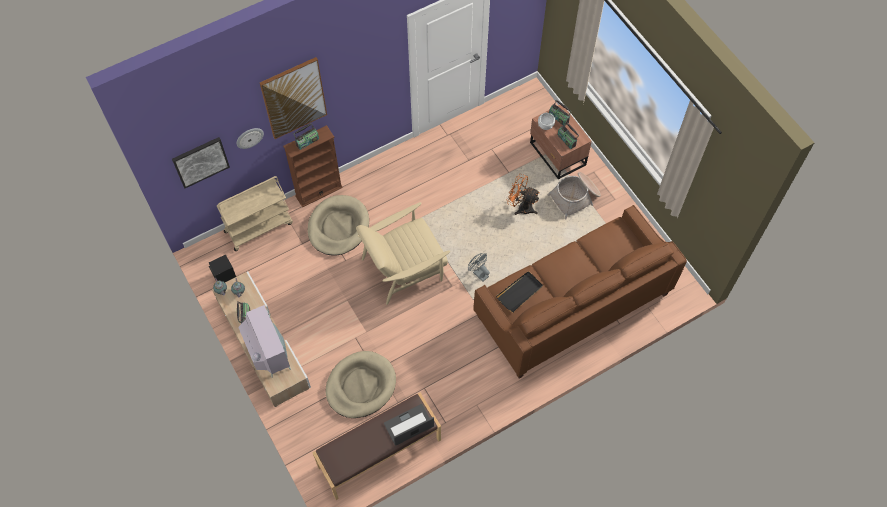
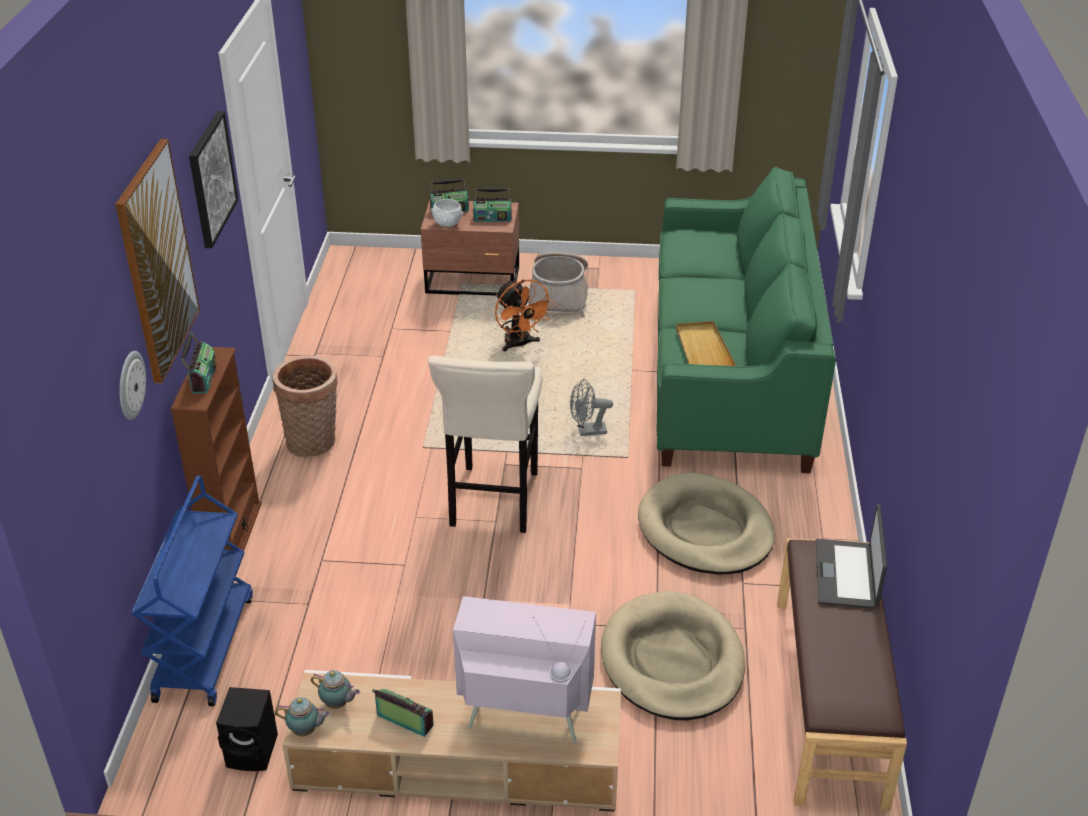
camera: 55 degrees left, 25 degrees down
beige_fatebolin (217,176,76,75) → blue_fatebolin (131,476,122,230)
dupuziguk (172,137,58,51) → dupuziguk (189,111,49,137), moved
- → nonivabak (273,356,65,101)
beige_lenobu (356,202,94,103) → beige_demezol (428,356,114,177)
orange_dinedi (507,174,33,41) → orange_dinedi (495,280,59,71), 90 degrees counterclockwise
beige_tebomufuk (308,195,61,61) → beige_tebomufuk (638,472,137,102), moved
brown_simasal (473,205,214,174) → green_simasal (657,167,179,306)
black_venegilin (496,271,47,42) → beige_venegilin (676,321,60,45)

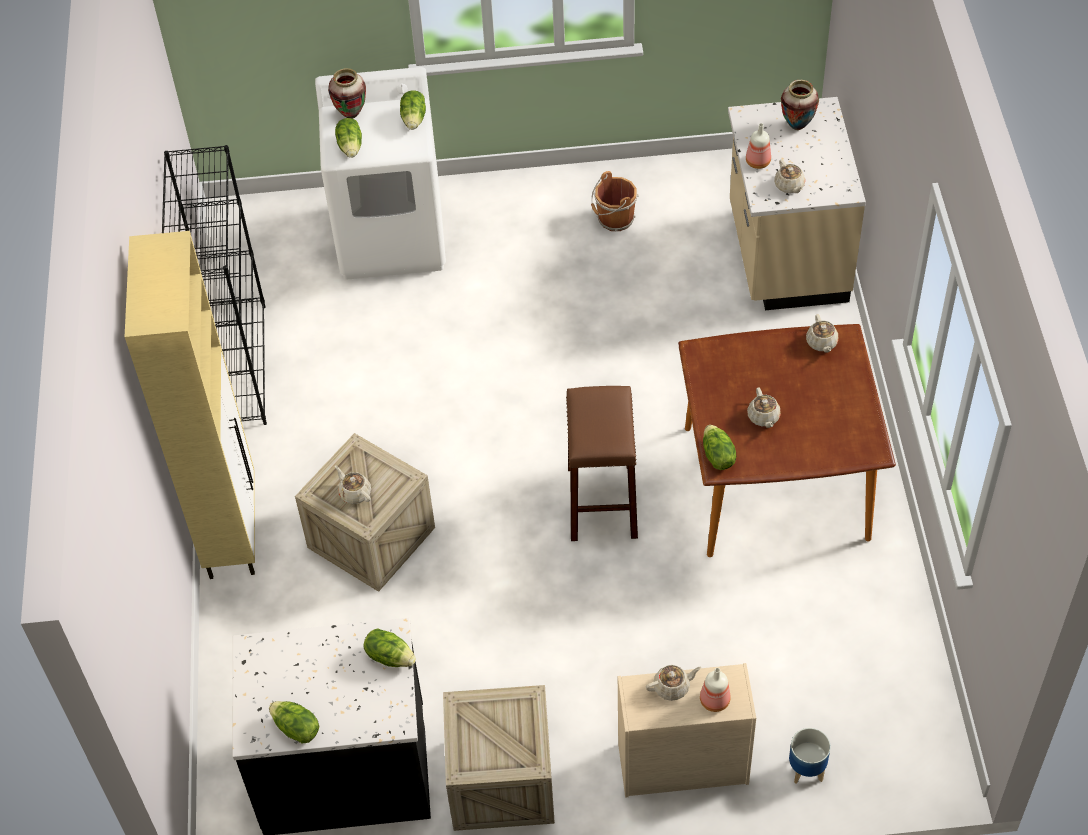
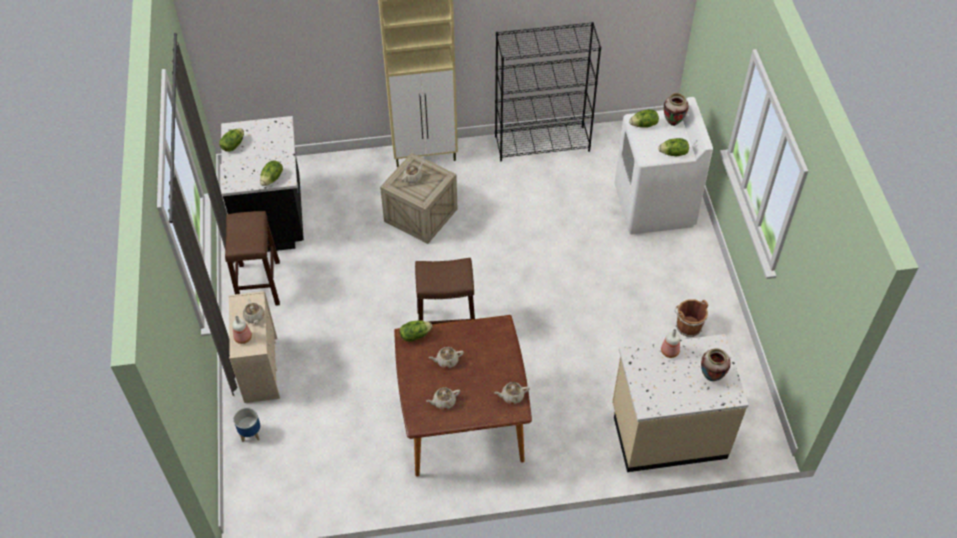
camera: 85 degrees right, 0 degrees up
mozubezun (443,685,112,146) → brown_demezol (225,211,55,95)
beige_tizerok (774,159,31,34) → beige_tizerok (426,387,34,23), moved

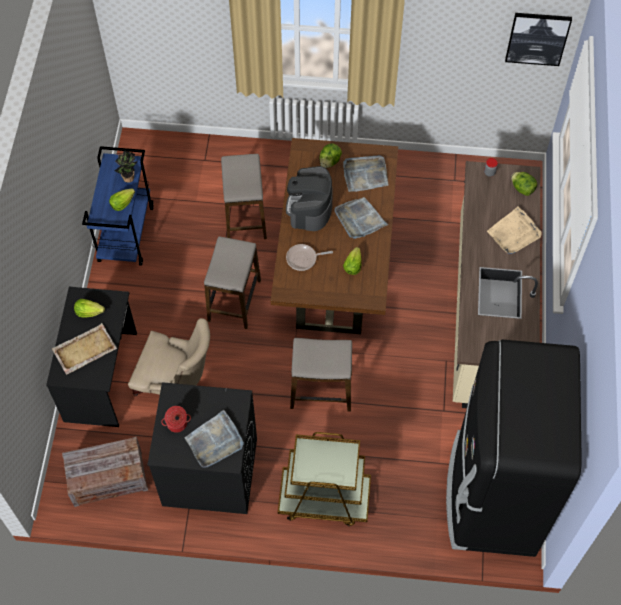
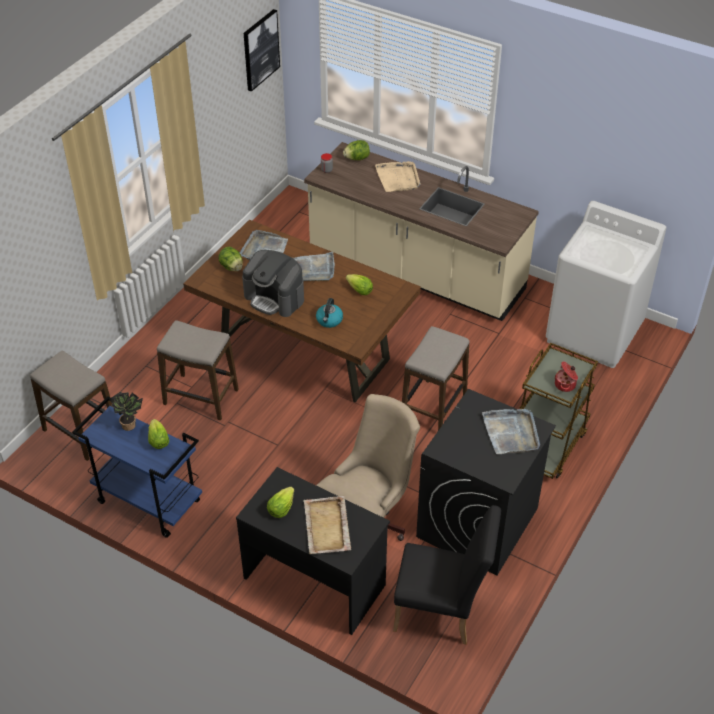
camera: 65 degrees left, 15 degrees down
demezol (204,236,57,93) → demezol (30,351,82,110), moved
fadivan (286,244,47,27) → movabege (316,298,27,30)
mozubezun (62,437,86,70) → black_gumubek (393,505,108,140)
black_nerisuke (446,340,136,217) → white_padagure (546,201,121,167)
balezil (161,406,30,27) → balezil (554,361,24,31), moved

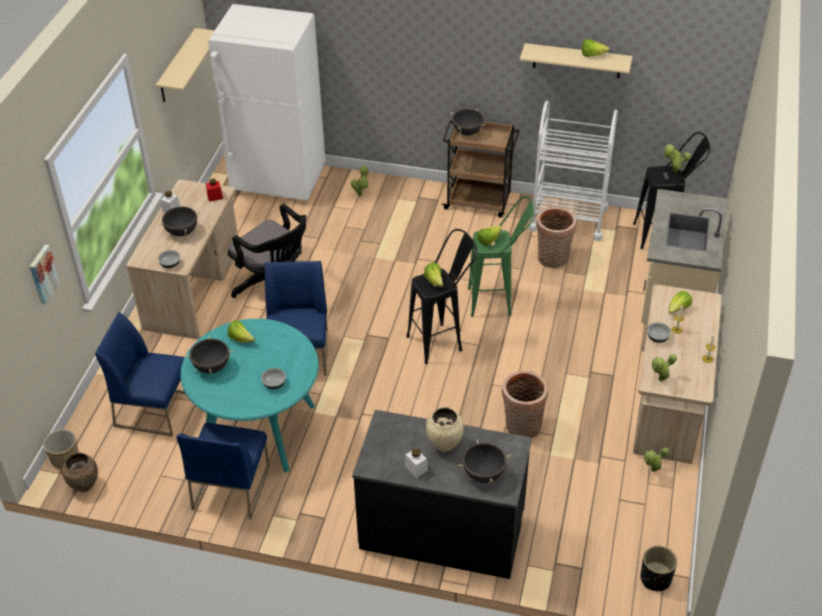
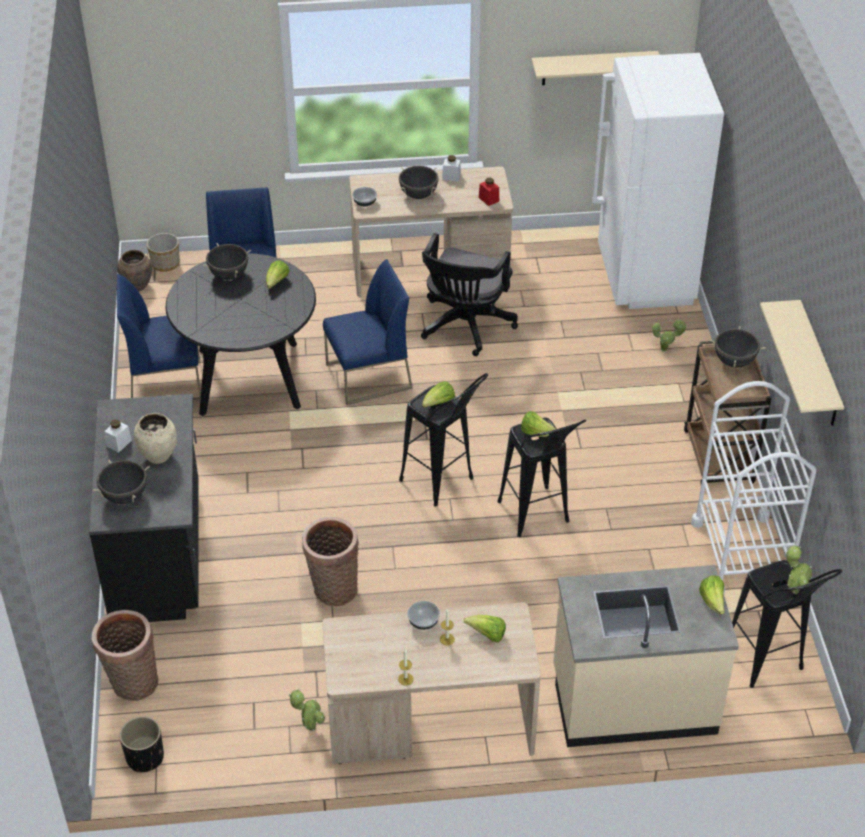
camera: 70 degrees right, 0 degrees up
nonivabak (536,207,40,61) → nonivabak (92,610,66,91), moved
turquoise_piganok (181,319,138,153) → black_piganok (166,253,150,163)
green_demezol (468,196,66,121) → black_demezol (497,418,89,119)
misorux (582,39,28,18) → misorux (699,576,25,38), moved
dupuziguk (30,245,30,59) → -
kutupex (261,368,25,21) → -
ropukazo (652,354,25,27) → -

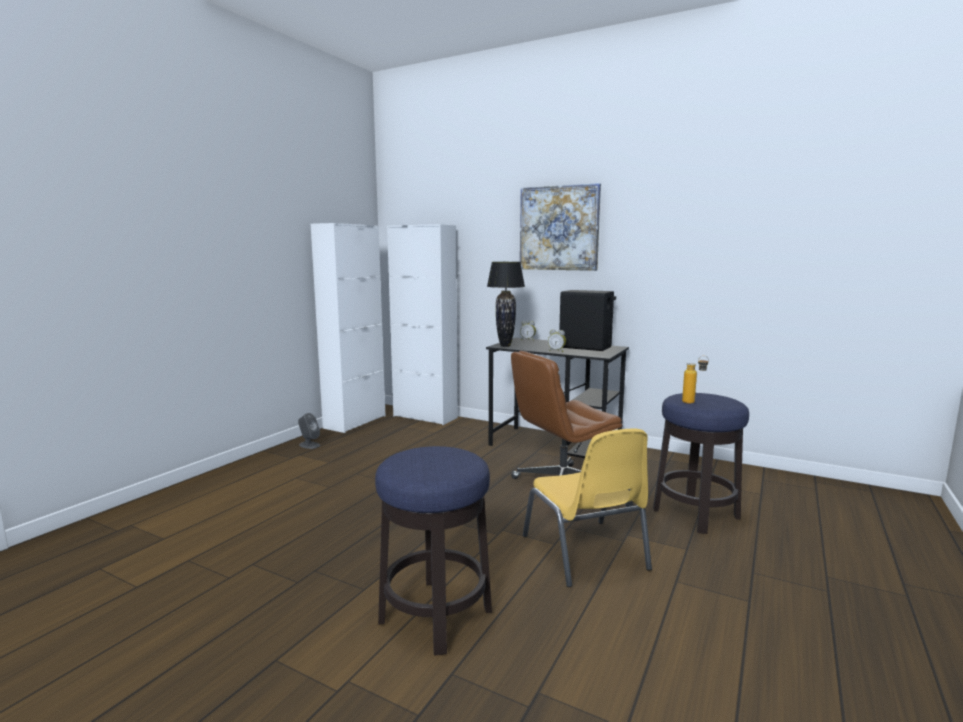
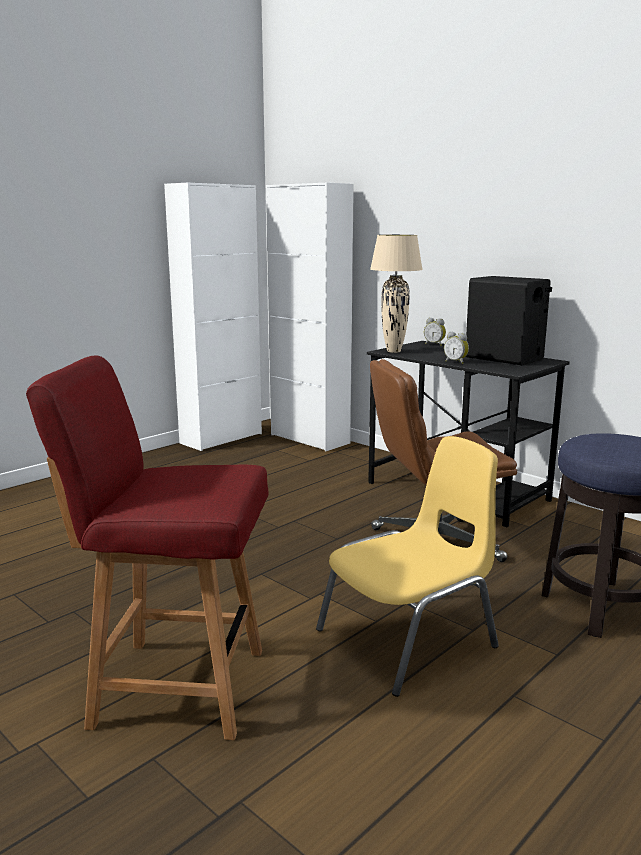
camera: 15 degrees right, 5 degrees up
demezol (375,446,117,210) → red_gumubek (26,355,243,385)
yellow_gumubek (523,428,129,159) → yellow_gumubek (316,436,183,261), 120 degrees counterclockwise
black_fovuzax (487,262,38,85) → beige_fovuzax (370,235,53,118)
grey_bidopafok (298,413,22,36) → -
dupuziguk (520,183,81,88) → -
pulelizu (682,356,27,48) → -

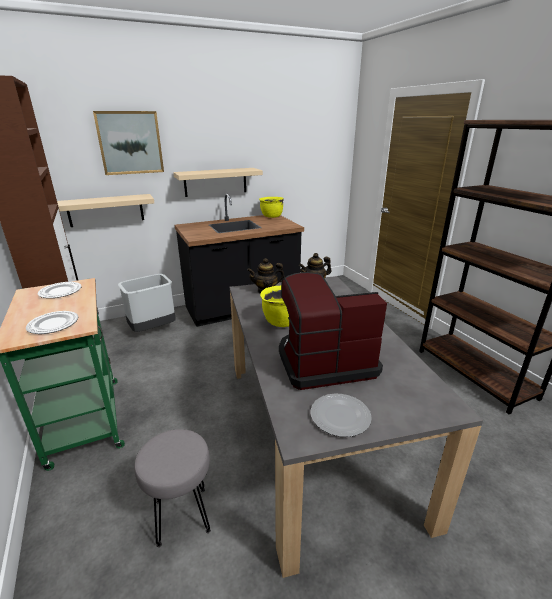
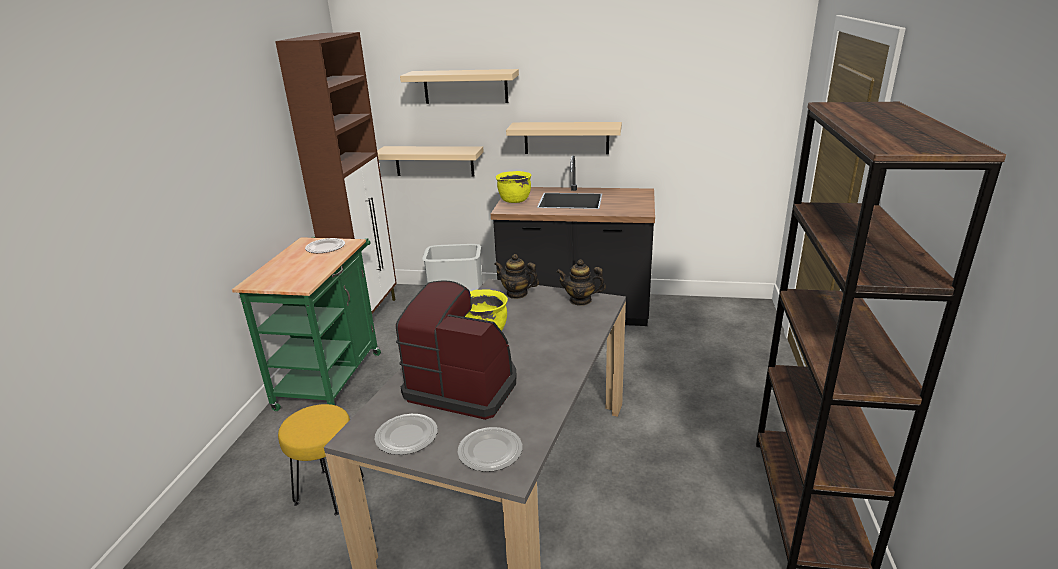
camera: 35 degrees right, 0 degrees up
grey_demezol (134,429,77,118) → yellow_demezol (278,404,86,111)
dupuziguk (93,111,71,64) → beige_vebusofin (400,69,119,35)
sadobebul (26,311,52,23) → sadobebul (457,427,66,45), moved
yellow_balezil (259,197,25,21) → yellow_balezil (496,171,35,32), moved

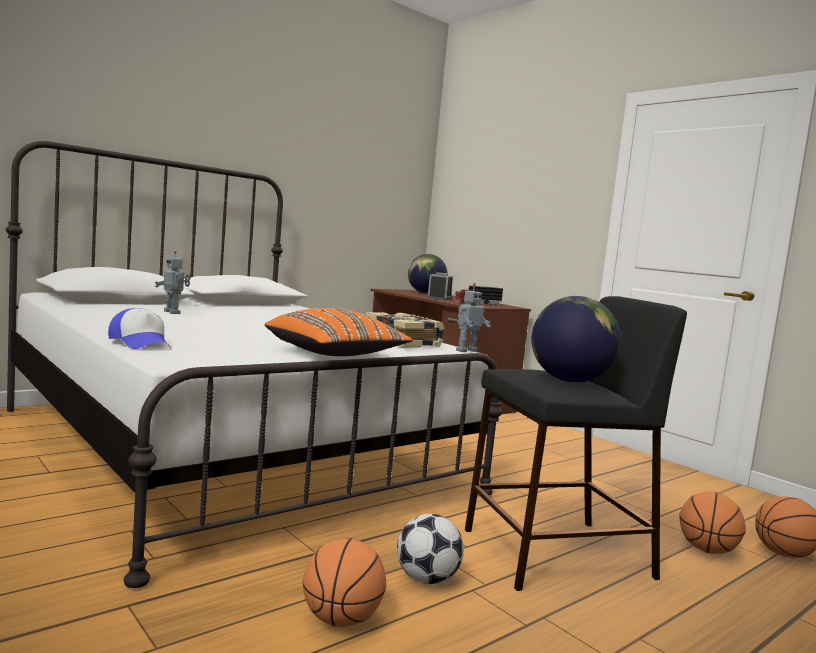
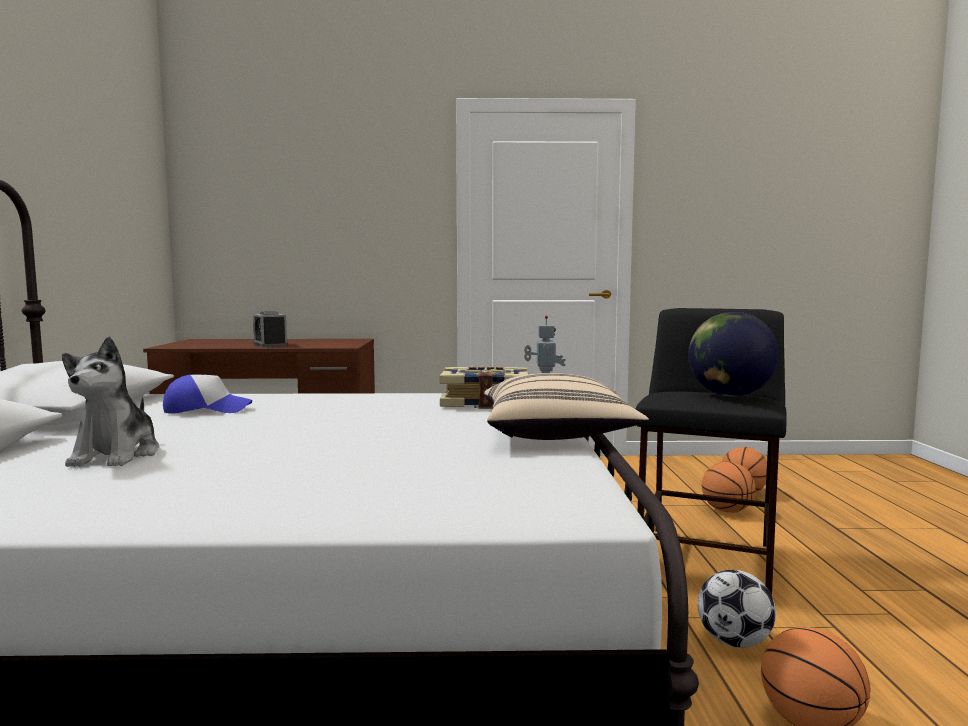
camera: 50 degrees left, 0 degrees up
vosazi (155,251,35,63) → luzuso (62,337,97,130)
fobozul (108,308,61,41) → fobozul (163,374,89,40), moved
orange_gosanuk (265,308,148,48) → beige_gosanuk (484,373,165,67)
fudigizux (408,254,39,40) → -
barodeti (453,284,50,22) → -

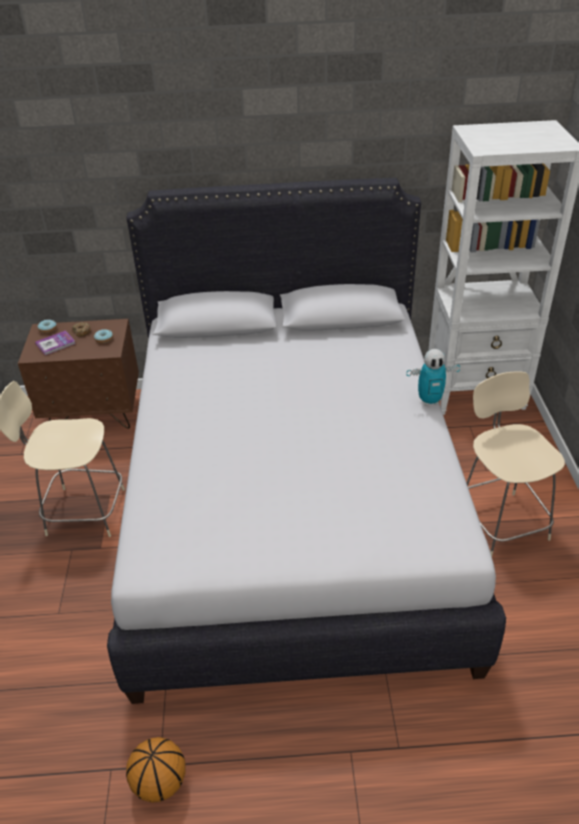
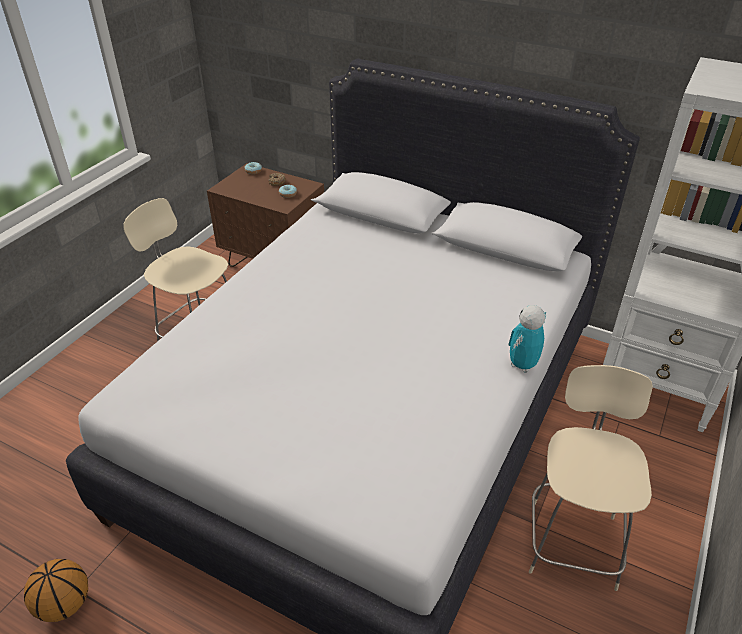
camera: 30 degrees right, 0 degrees up
vosazi (406,349,54,57) → vosazi (508,305,38,68), 105 degrees clockwise
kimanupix (35,331,41,24) → -

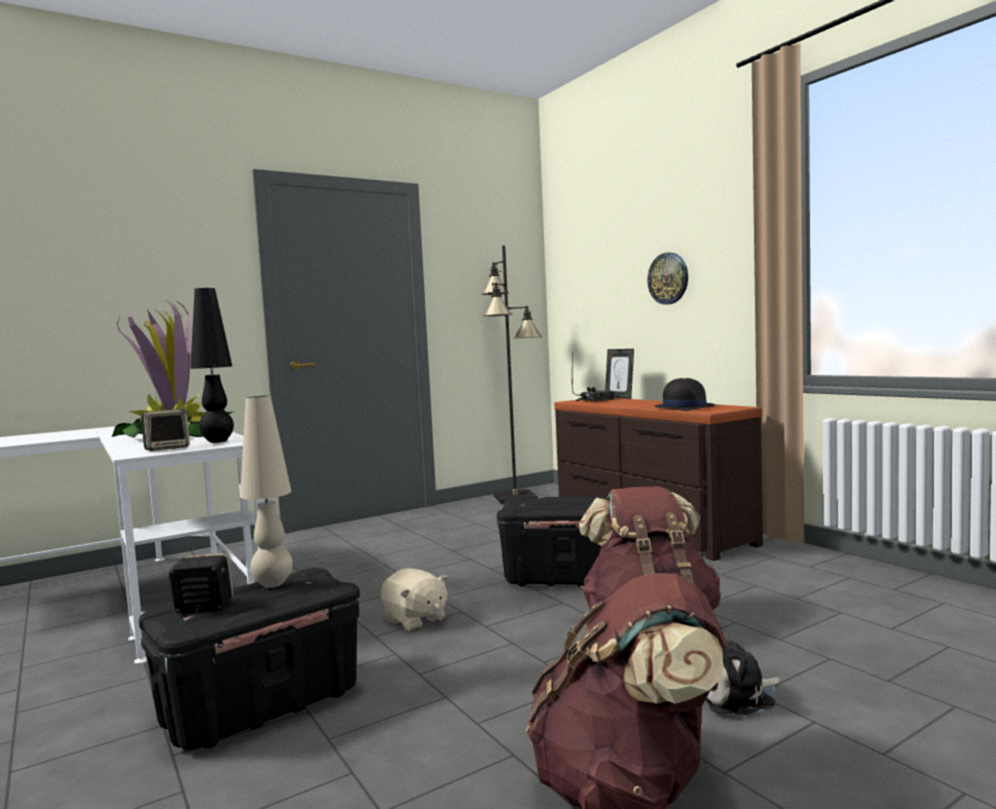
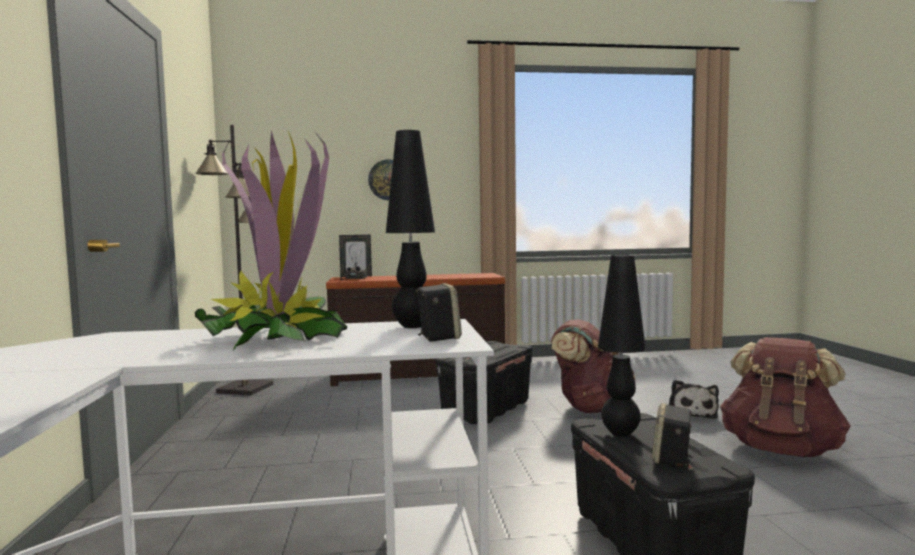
camera: 65 degrees left, 0 degrees up
beige_fovuzax (240,396,53,192) → black_fovuzax (598,255,48,182)
beige_luzuso (381,568,67,63) → -
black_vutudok (654,378,61,33) → -

